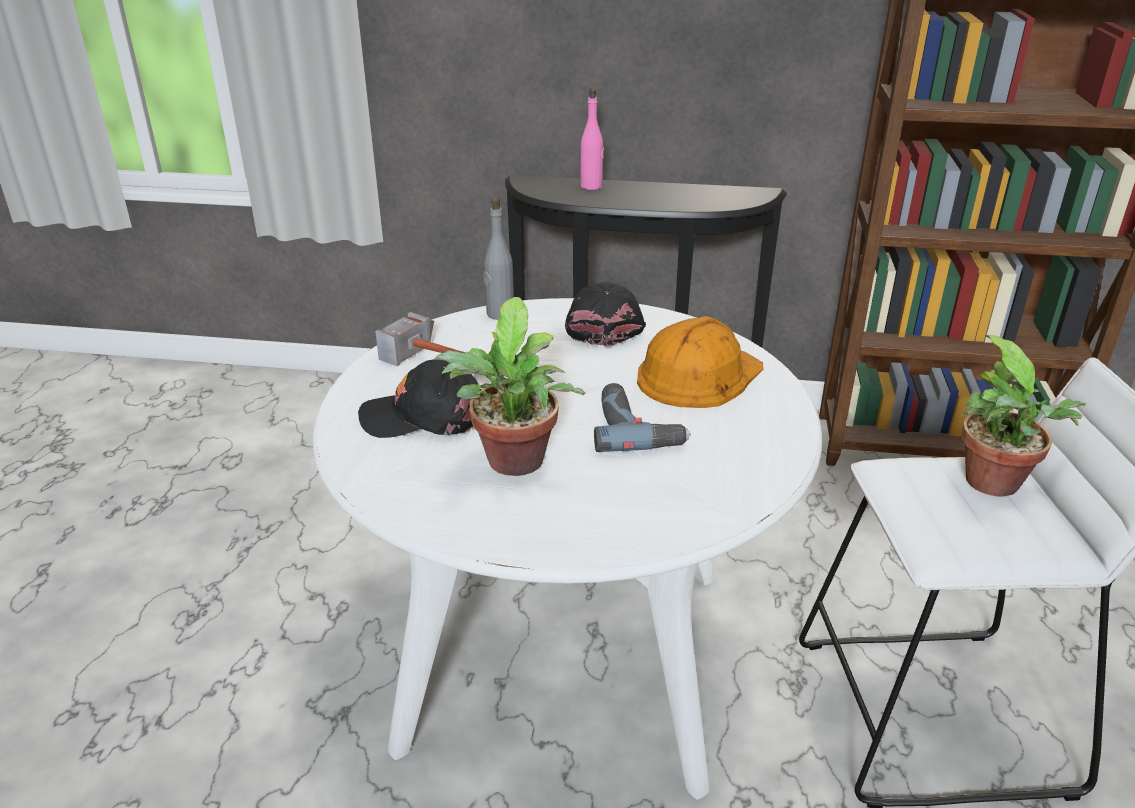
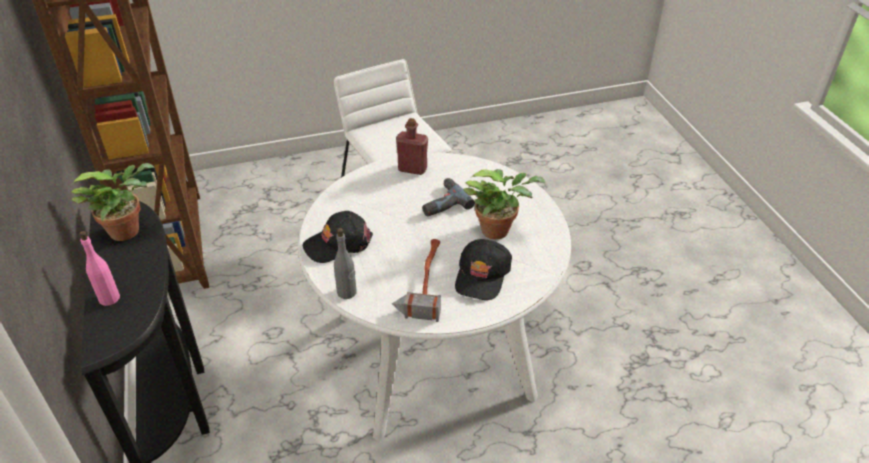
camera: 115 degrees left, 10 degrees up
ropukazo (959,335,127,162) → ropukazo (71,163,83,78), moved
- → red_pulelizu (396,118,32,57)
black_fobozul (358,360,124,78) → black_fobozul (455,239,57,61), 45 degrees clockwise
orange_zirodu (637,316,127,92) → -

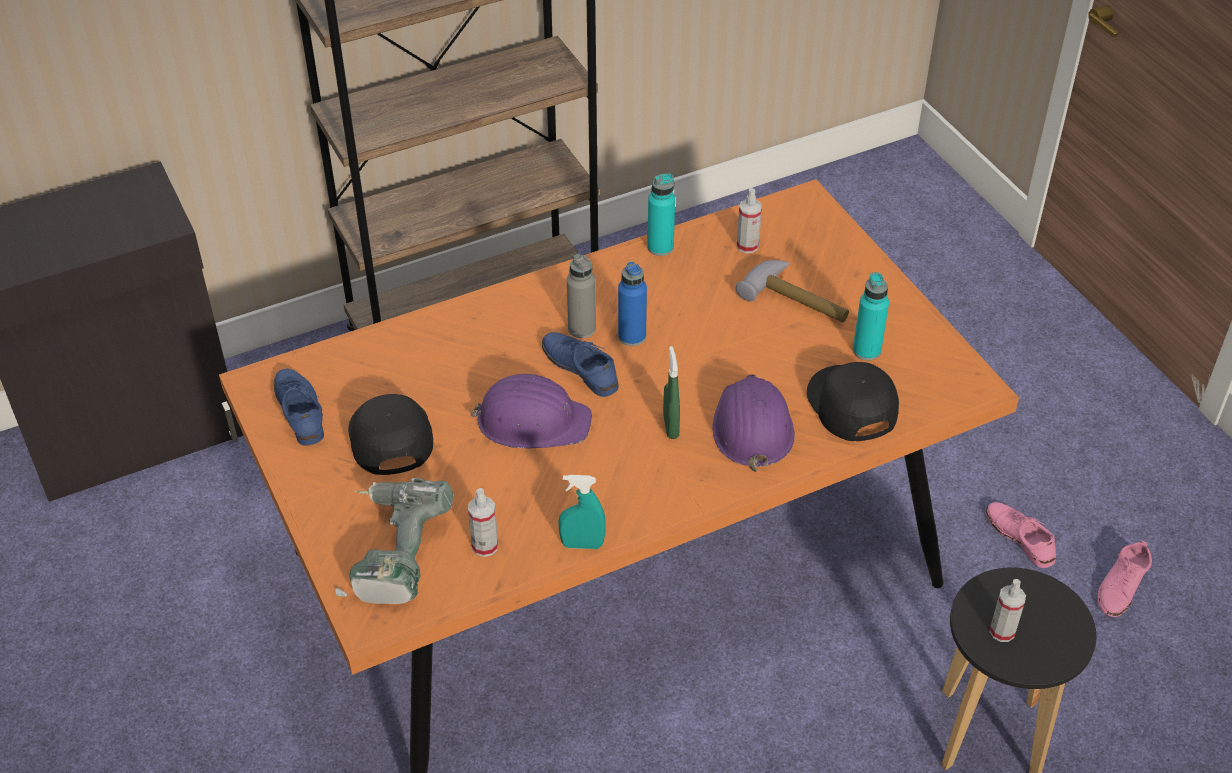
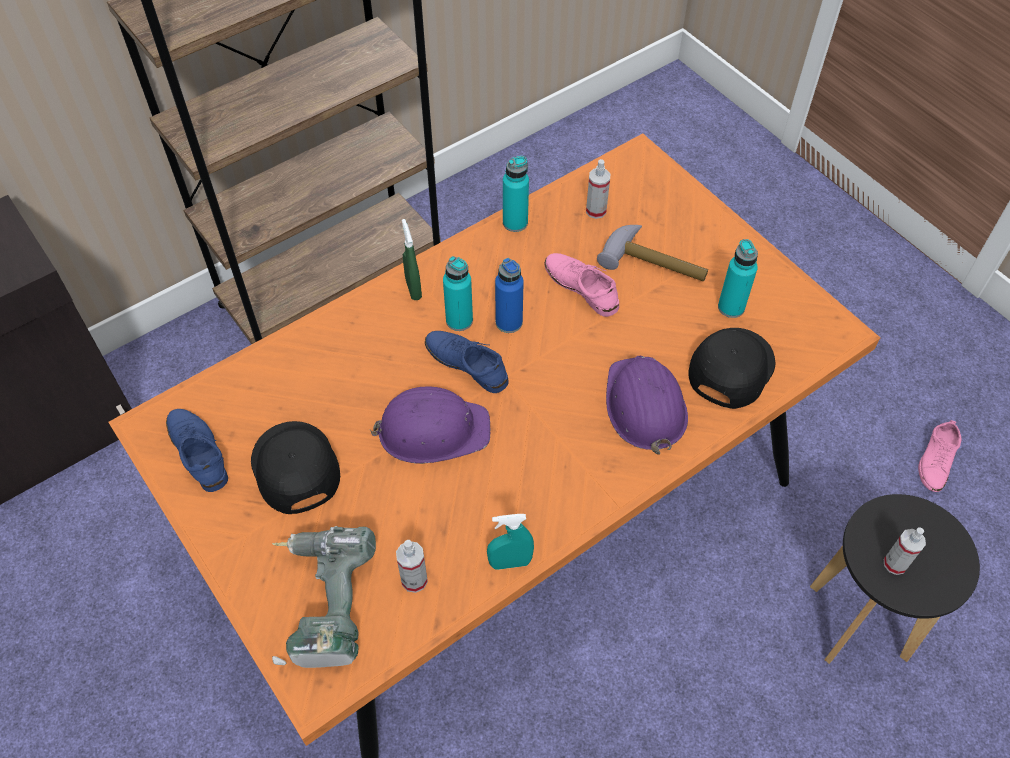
camera: 10 degrees left, 10 degrees up
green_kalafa (663,346,17,93) → green_kalafa (402,219,20,81), moved
grey_pulelizu (567,254,29,84) → turquoise_pulelizu (443,256,30,75)
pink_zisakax (986,502,70,66) → pink_zisakax (544,253,75,64), moved
black_fobozul (807,362,92,79) → black_fobozul (688,328,87,81), 60 degrees clockwise

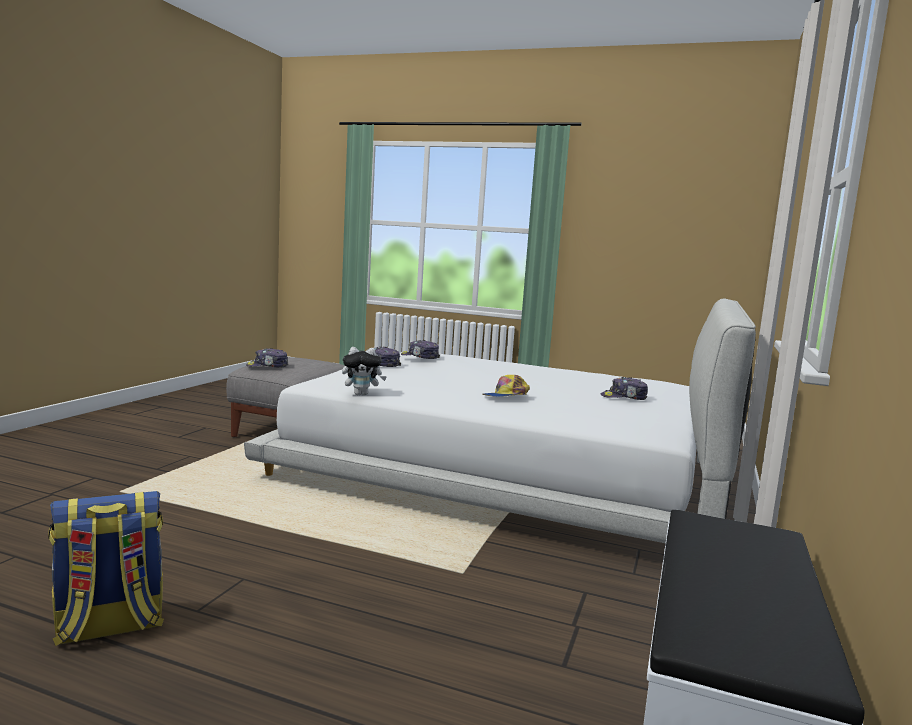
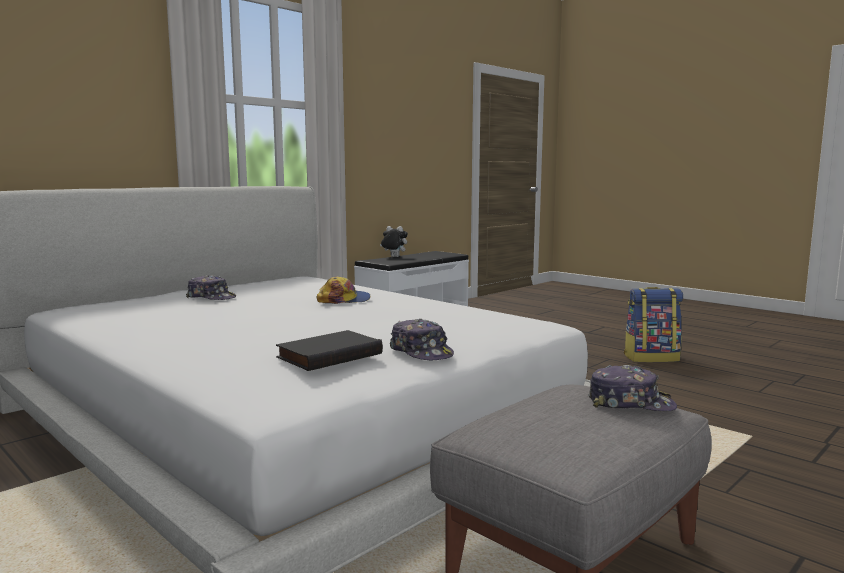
camera: 155 degrees left, 0 degrees up
fobozul (401,340,39,19) → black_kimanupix (276,330,107,41)
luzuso (342,347,45,49) → luzuso (380,226,28,31), moved

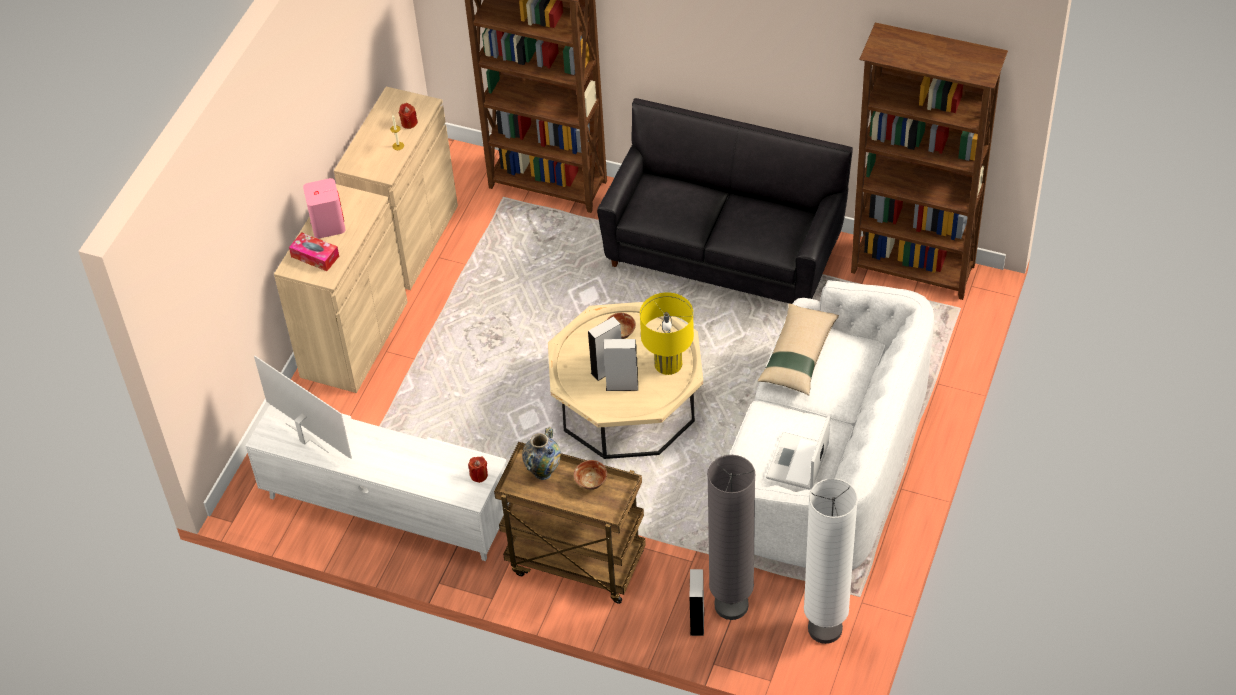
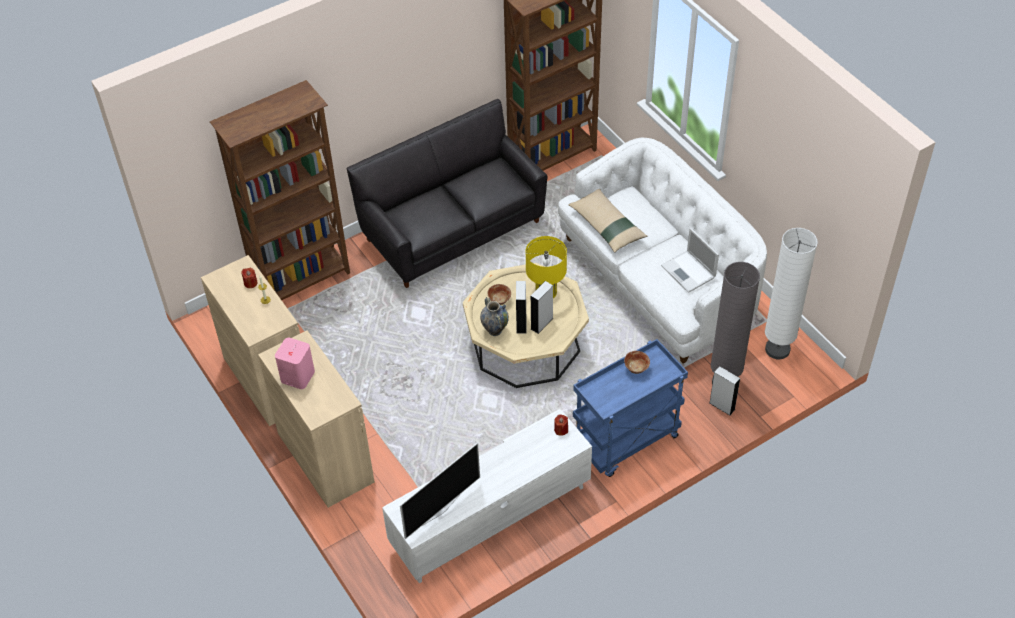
camera: 55 degrees left, 0 degrees up
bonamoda (254,355,98,104) → bonamoda (400,442,80,97), 150 degrees clockwise
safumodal (522,427,39,53) → safumodal (480,297,29,39), moved
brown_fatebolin (494,442,152,162) → blue_fatebolin (573,339,115,138)
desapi (289,232,50,39) → -

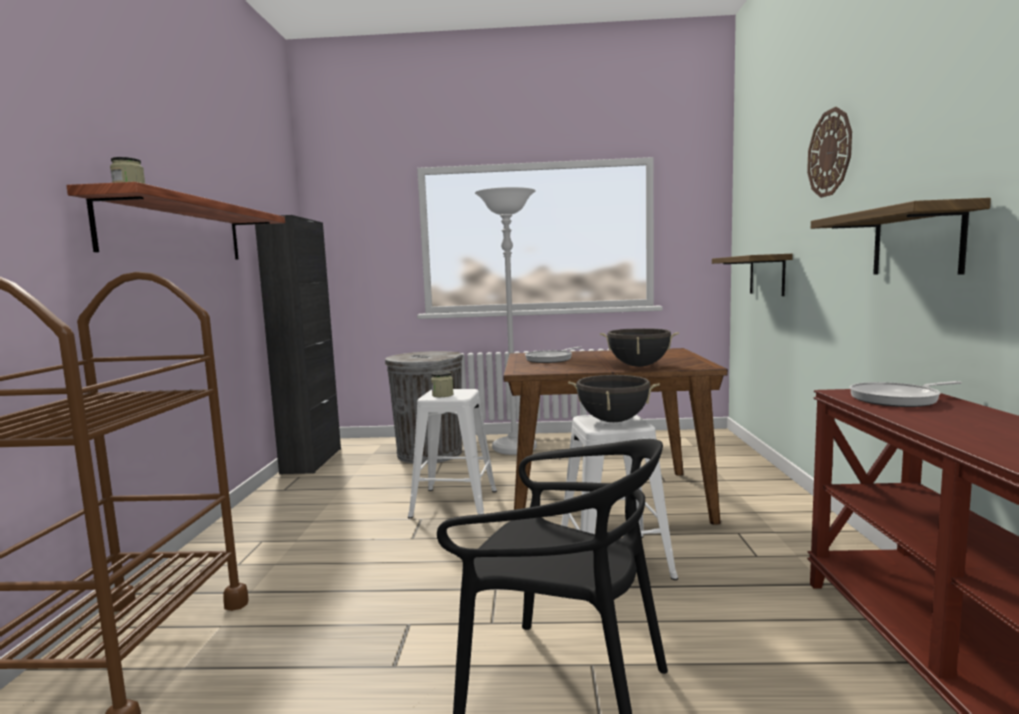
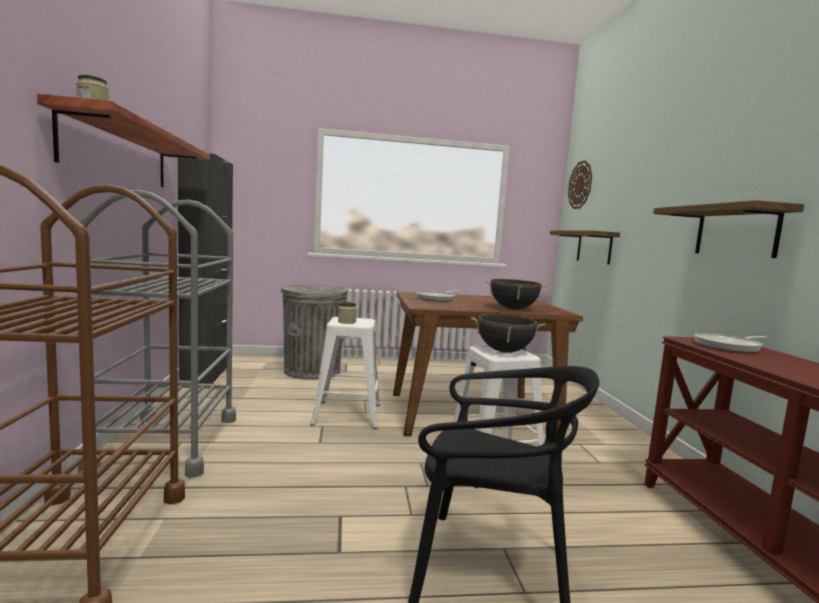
camera: 10 degrees left, 0 degrees up
- → grey_fatebolin (78,190,158,288)
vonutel (807,107,45,91) → vonutel (568,160,24,49), moved
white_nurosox (475,187,62,268) → -

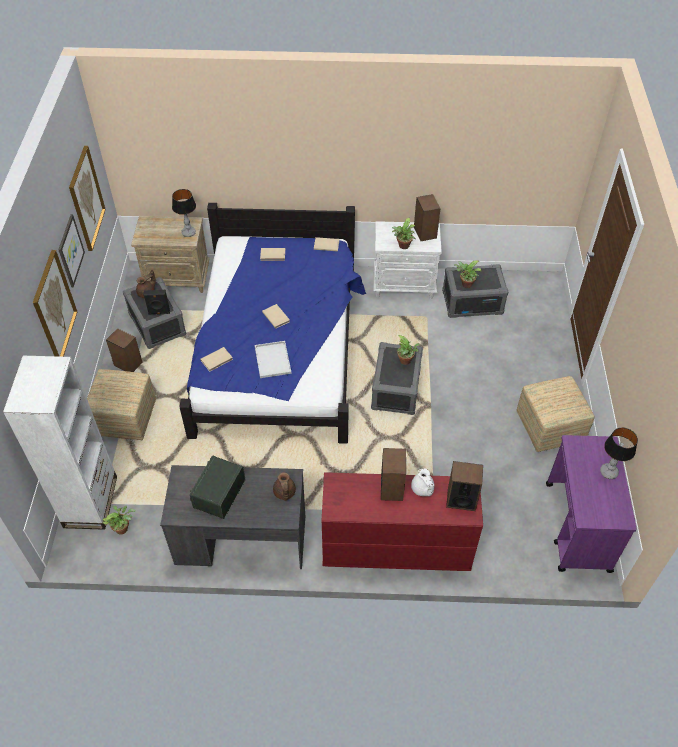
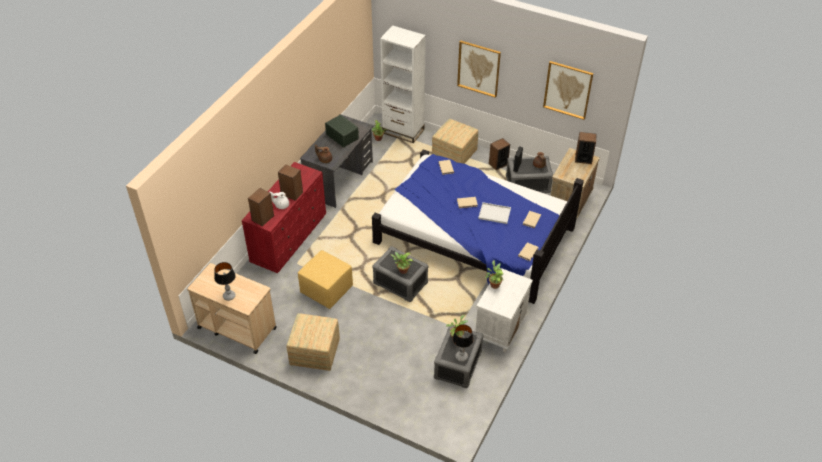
camera: 115 degrees right, 5 degrees down
purple_fatebolin (546,435,91,138) → beige_fatebolin (187,263,90,91)
- → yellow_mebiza (298,250,55,59)
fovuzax (172,189,24,48) → fovuzax (452,324,22,38), moved
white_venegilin (255,341,36,37) → white_venegilin (478,202,33,22), moved
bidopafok (414,194,27,47) → bidopafok (575,132,21,32), moved
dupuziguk (58,214,27,73) → -

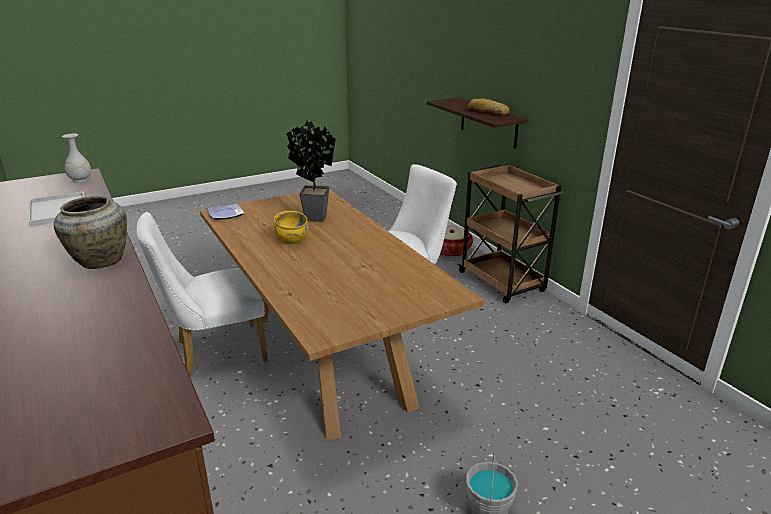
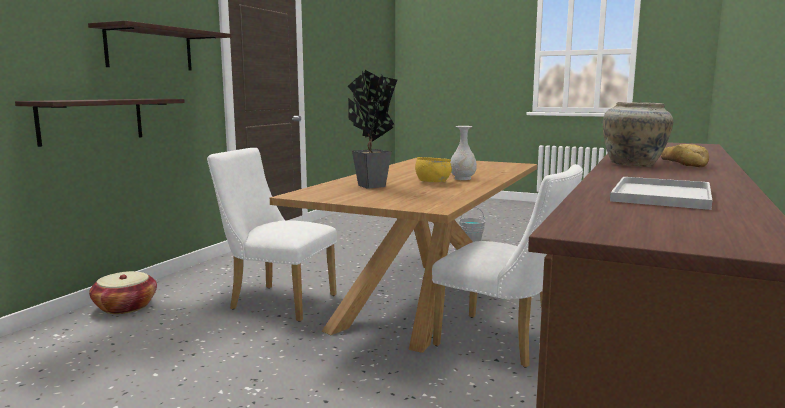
camera: 125 degrees left, 15 degrees down
- → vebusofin (88,21,143,49)
white_safumodal (62,134,29,49) → white_safumodal (450,126,27,54), moved
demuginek (467,98,42,18) → demuginek (661,144,48,23), moved
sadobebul (208,204,36,15) → -
brown_fatebolin (458,164,106,140) → -

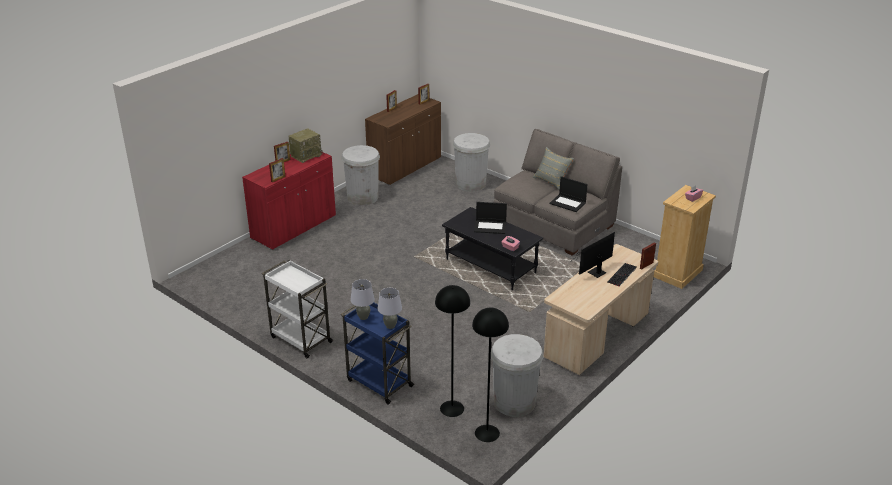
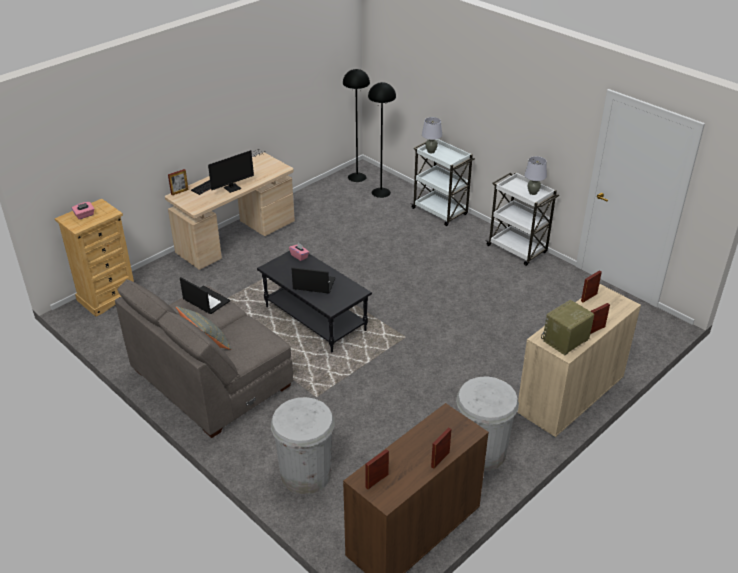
camera: 175 degrees left, 5 degrees up
blue_fatebolin (341,302,73,103) → white_fatebolin (411,139,64,87)
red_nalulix (242,152,94,98) → beige_nalulix (517,284,124,154)
grey_fovuzax (350,279,25,41) → grey_fovuzax (524,156,23,39), moved
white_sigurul (491,334,52,83) → -

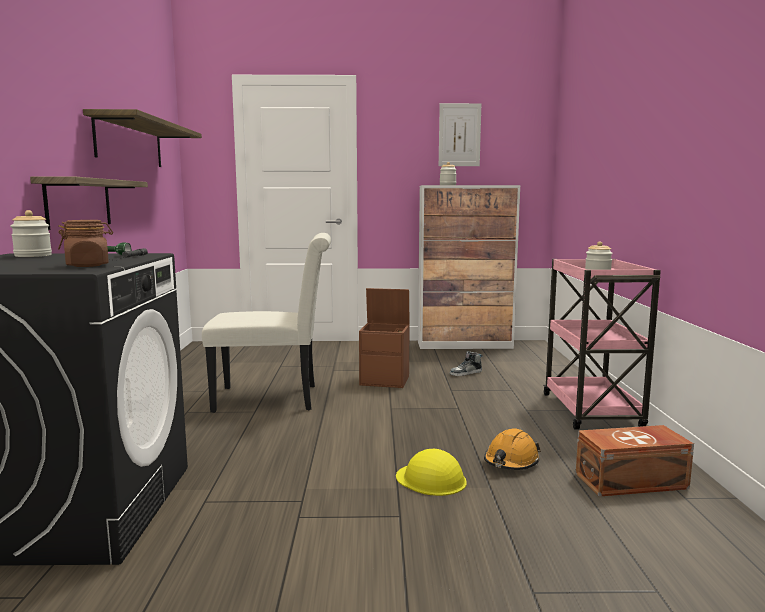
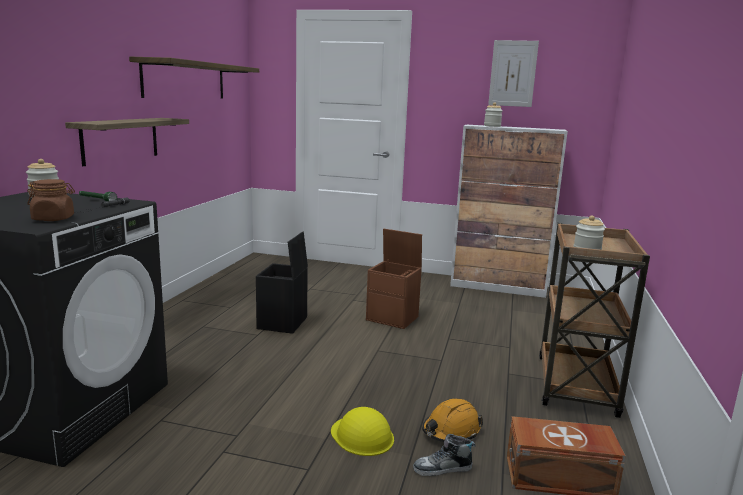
camera: 15 degrees right, 5 degrees up
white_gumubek (202,233,129,180) → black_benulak (256,231,52,103)
zisakax (450,351,33,25) → zisakax (413,434,62,42), moved
pink_fatebolin (544,259,117,171) → brown_fatebolin (539,223,111,195)

